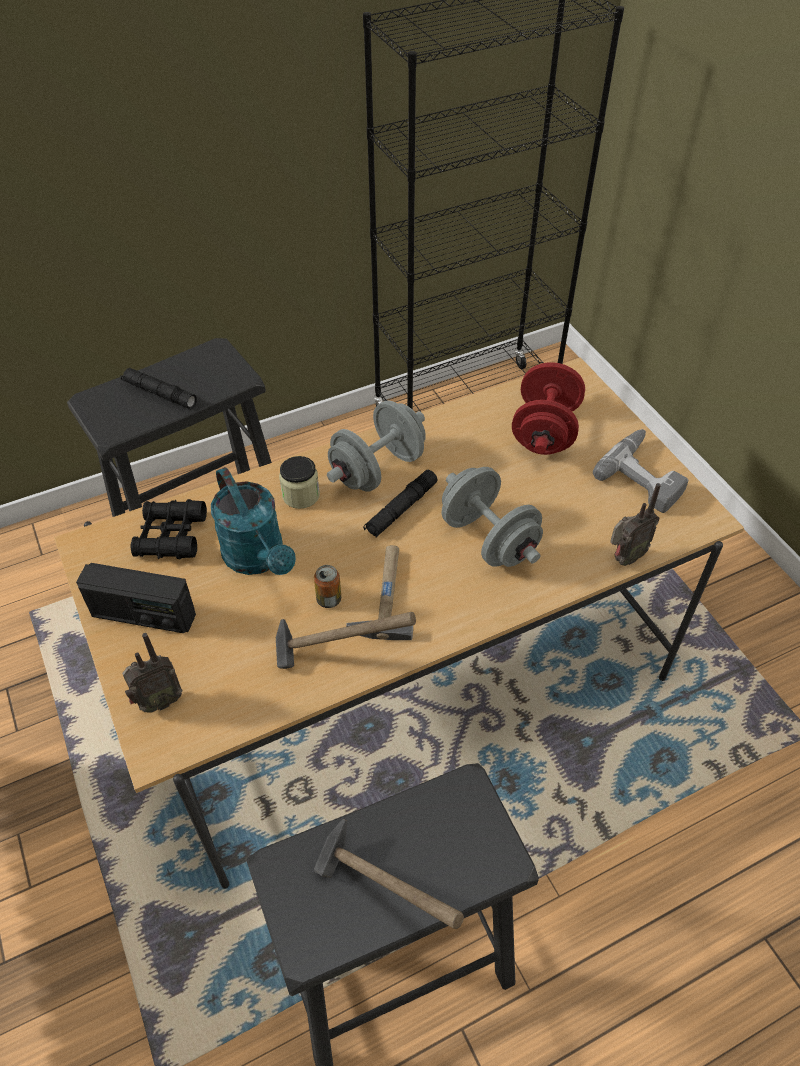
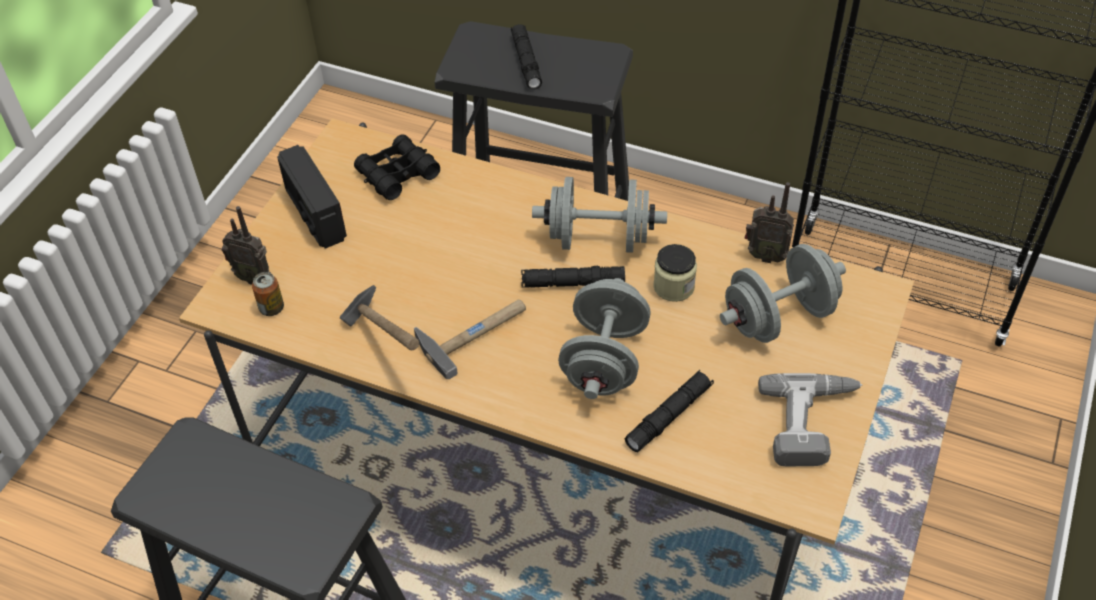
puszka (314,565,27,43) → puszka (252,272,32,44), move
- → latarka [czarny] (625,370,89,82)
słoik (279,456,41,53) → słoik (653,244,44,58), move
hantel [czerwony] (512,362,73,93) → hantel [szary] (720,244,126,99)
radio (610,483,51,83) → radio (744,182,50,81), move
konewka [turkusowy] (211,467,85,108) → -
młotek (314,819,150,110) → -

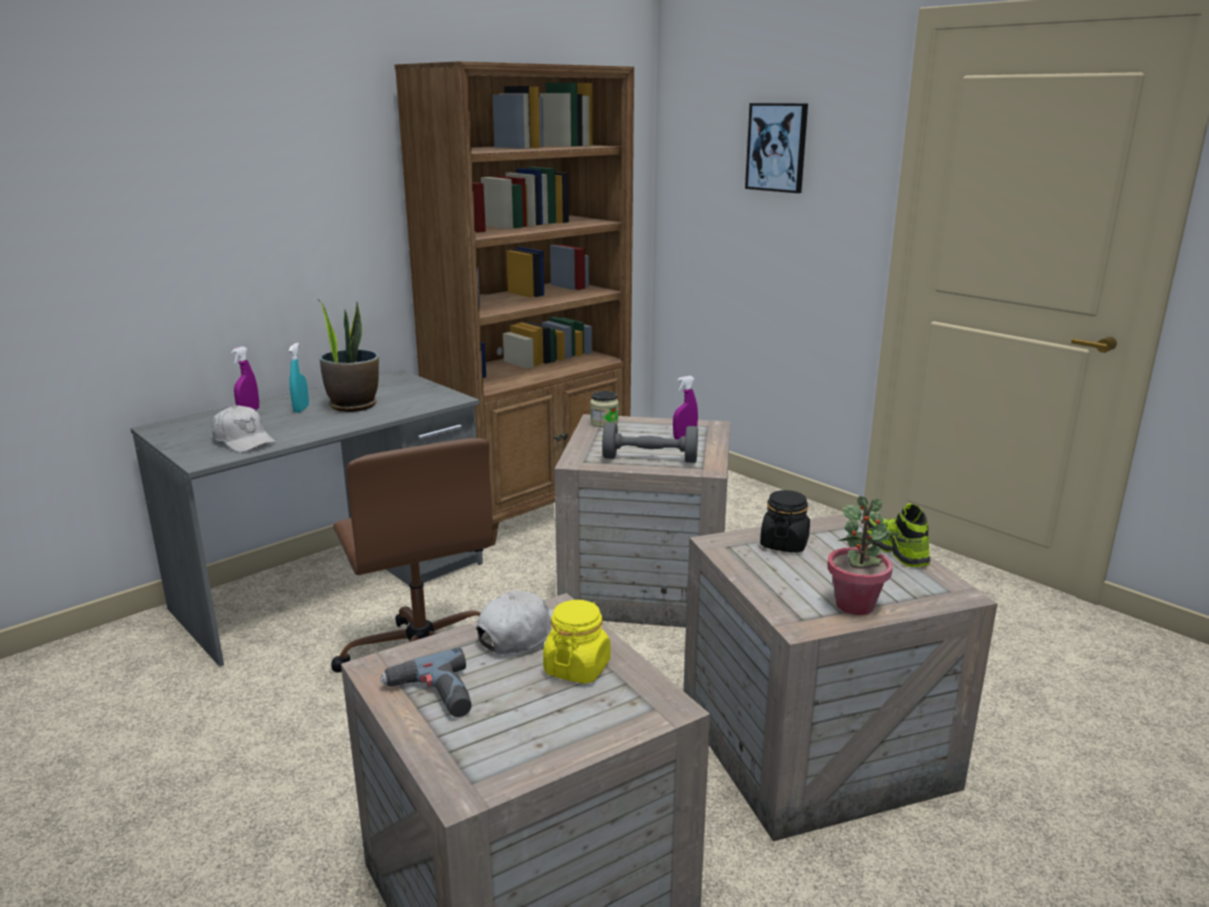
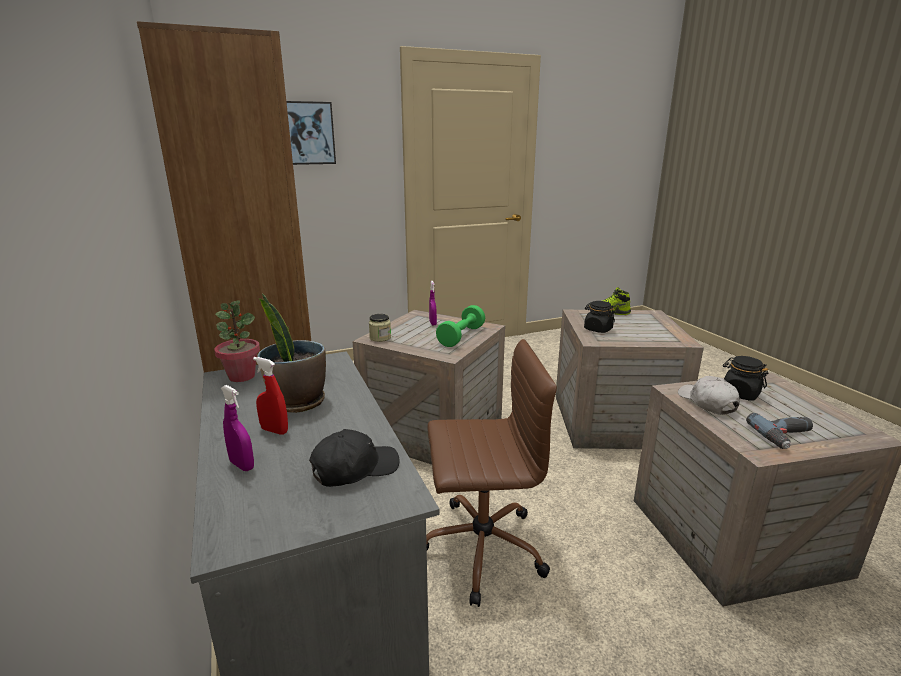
roślina doniczkowa (827,496,66,119) → roślina doniczkowa (214,300,46,82), move
spryskiwacz [turkusowy] (288,343,21,70) → spryskiwacz [czerwony] (253,357,35,78)
czapka z daszkiem [biały] (211,405,65,48) → czapka z daszkiem [czarny] (309,429,91,58)
hantel [szary] (602,422,96,41) → hantel [zielony] (436,305,49,42)
słoik [żółty] (543,600,68,84) → słoik [czarny] (723,356,45,45)

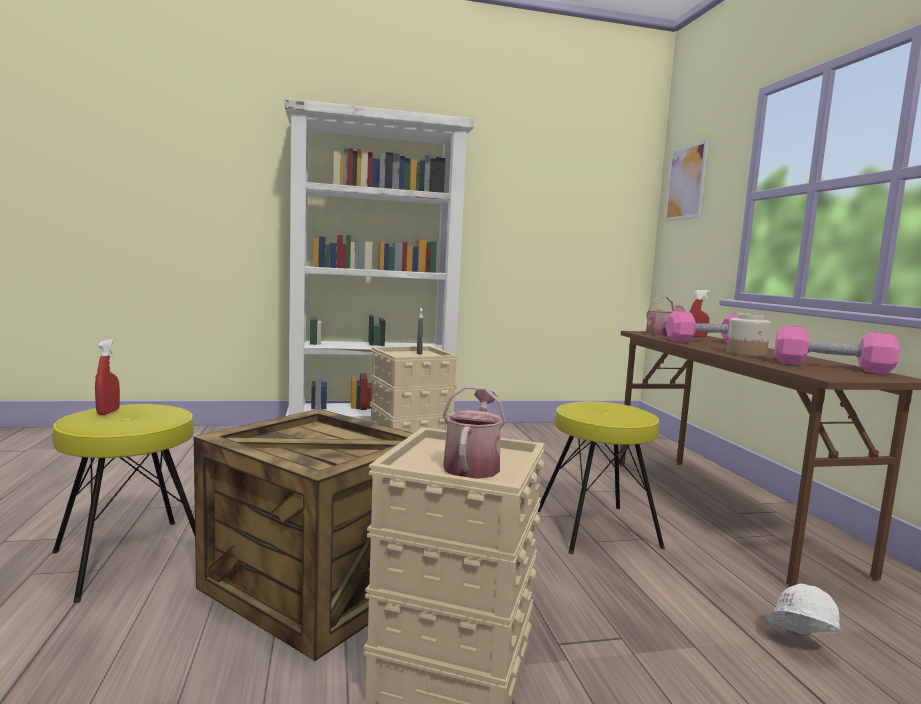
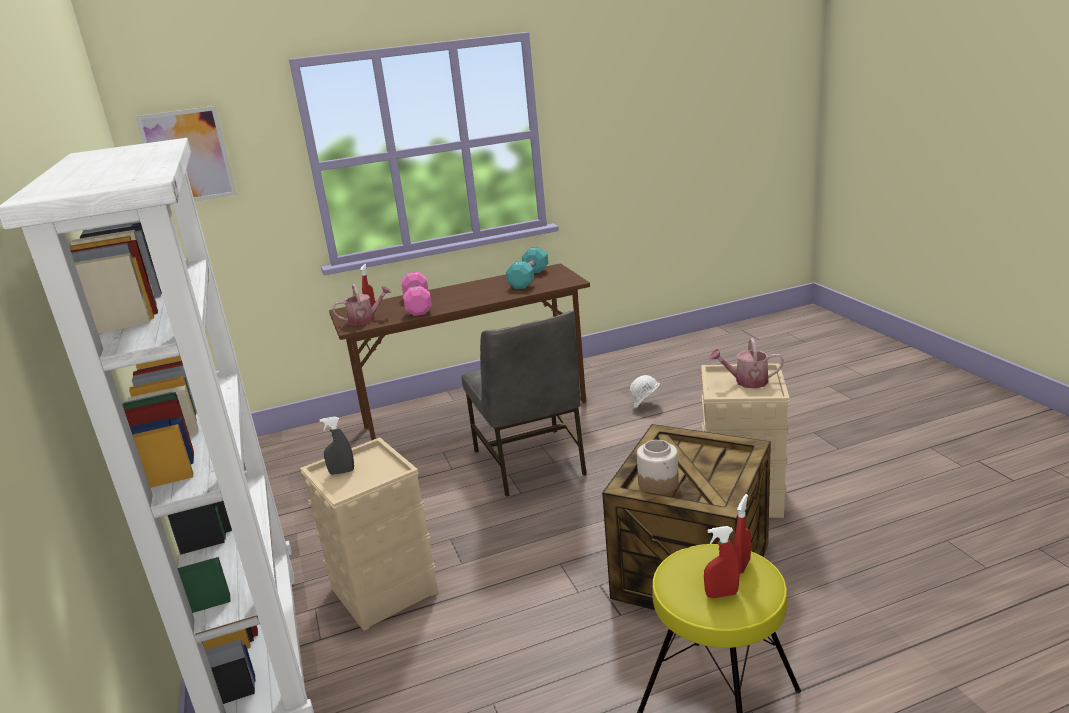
stołek [żółty] (538,401,127,153) → krzesło [szary] (462,311,125,186)
hantel [różowy] (774,325,126,49) → hantel [turkusowy] (506,247,42,42)
słoik (727,313,44,44) → słoik (637,440,42,55), move
- → spryskiwacz [czerwony] (733,494,18,80)

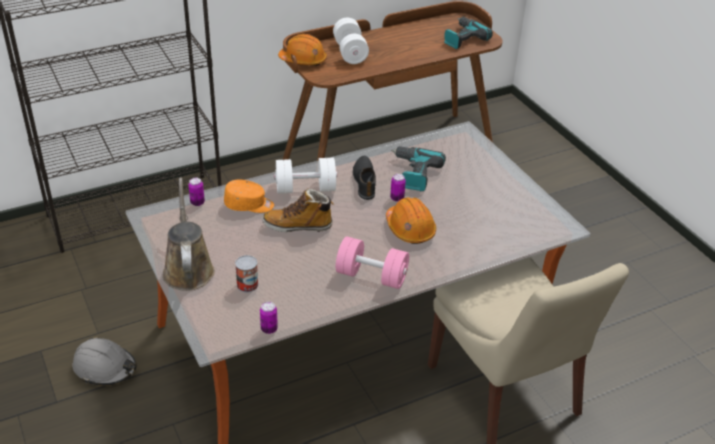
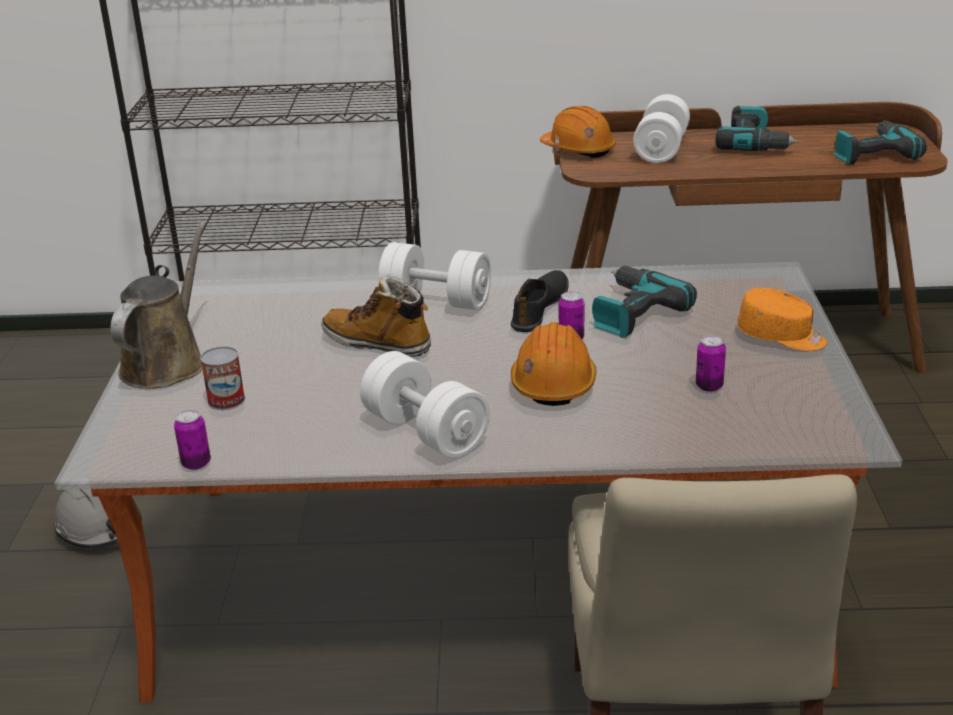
hantel [różowy] (336,236,73,53) → hantel [biały] (360,351,130,107)
puszka (188,178,17,28) → puszka (696,335,30,57), move
- → wiertarka (715,106,83,45)
czapka z daszkiem [pomarańczowy] (224,180,50,33) → czapka z daszkiem [pomarańczowy] (738,287,89,64), move

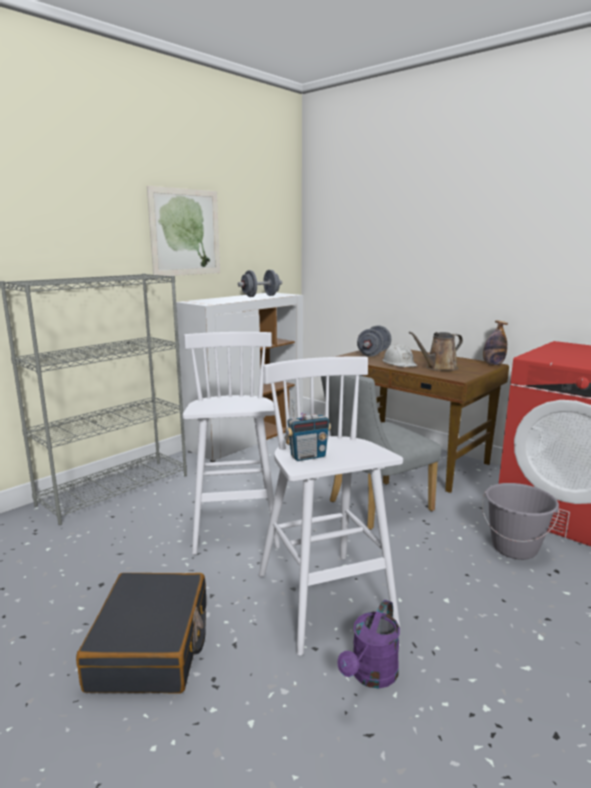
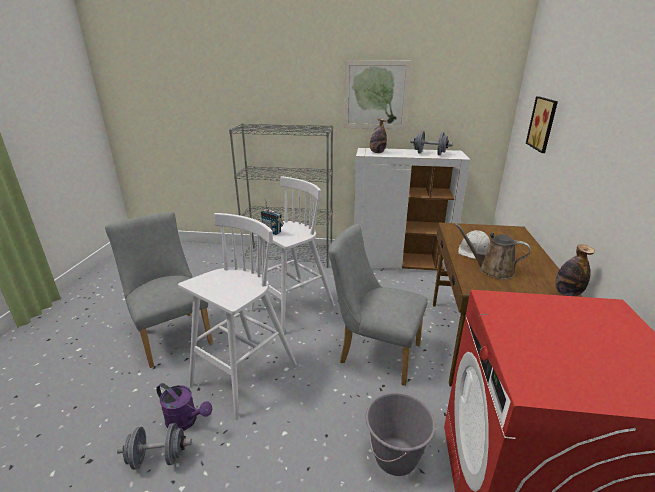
walizka [czarny] (76,573,130,121) → krzesło [szary] (105,212,108,156)
hantel [szary] (357,325,34,31) → hantel [szary] (117,423,75,47), move
konewka [fioletowy] (338,600,62,88) → konewka [fioletowy] (156,383,56,48), 150 degrees counterclockwise
radio (285,398,46,63) → radio (261,200,23,35), move
- → butelka (370,119,17,34)
- → obraz (526,96,32,57)

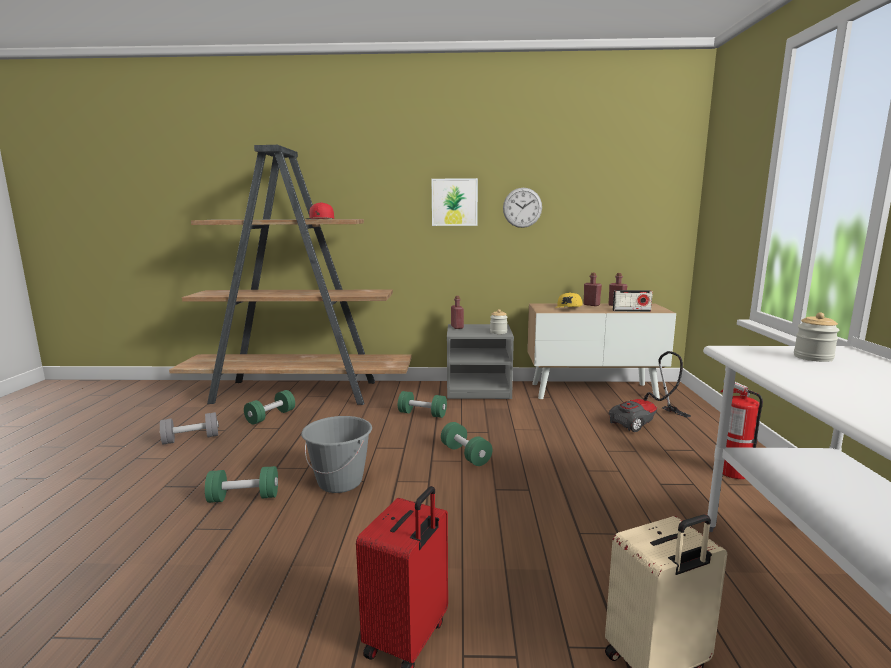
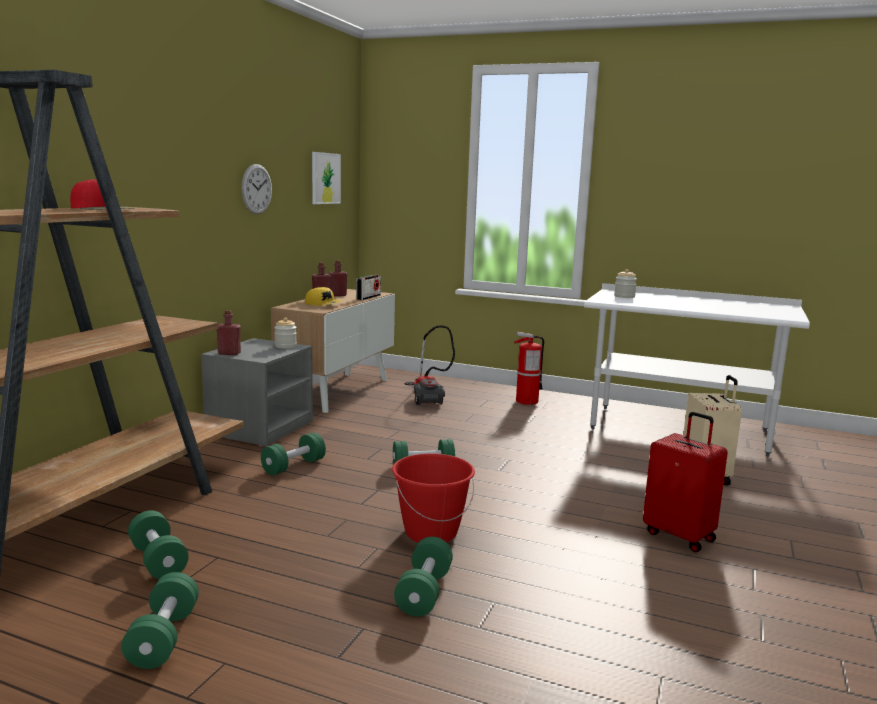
hantel [szary] (160,412,59,32) → hantel [zielony] (121,572,78,97)
obraz (432,178,46,48) → obraz (312,152,29,52), move
wiadro [szary] (301,416,71,77) → wiadro [czerwony] (392,453,83,90)

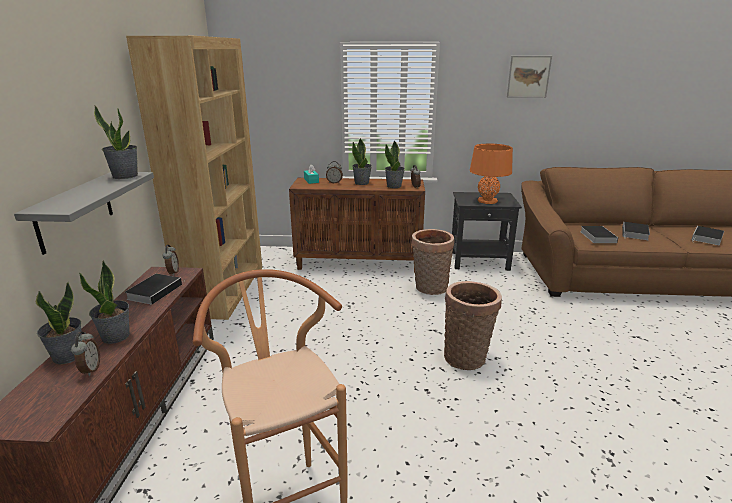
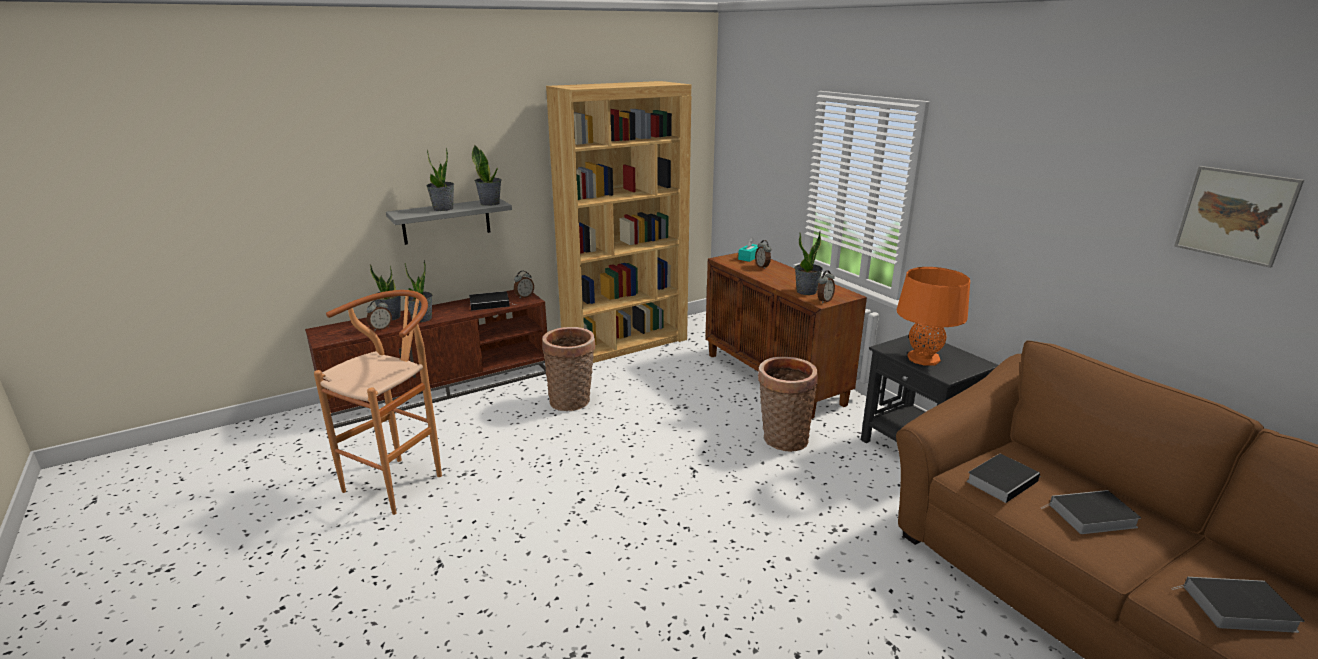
roślina doniczkowa (352,138,20,47) → roślina doniczkowa (426,147,28,64), move
koszyk (444,281,58,89) → koszyk (542,327,53,84), move
obraz (507,56,45,42) → obraz (1174,166,130,102), move

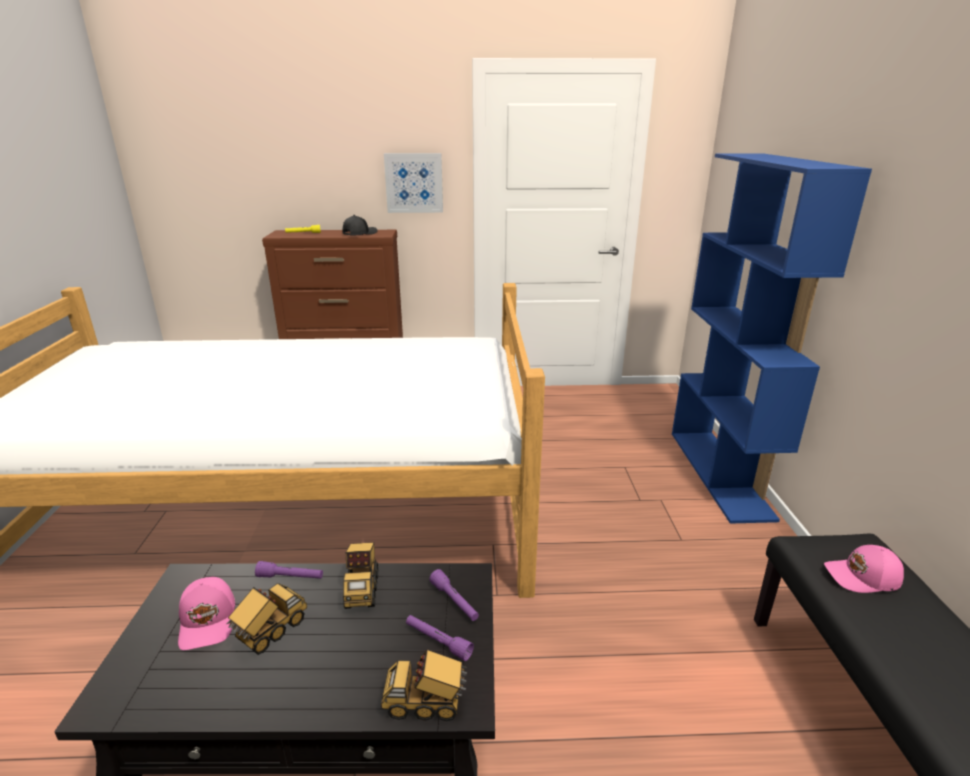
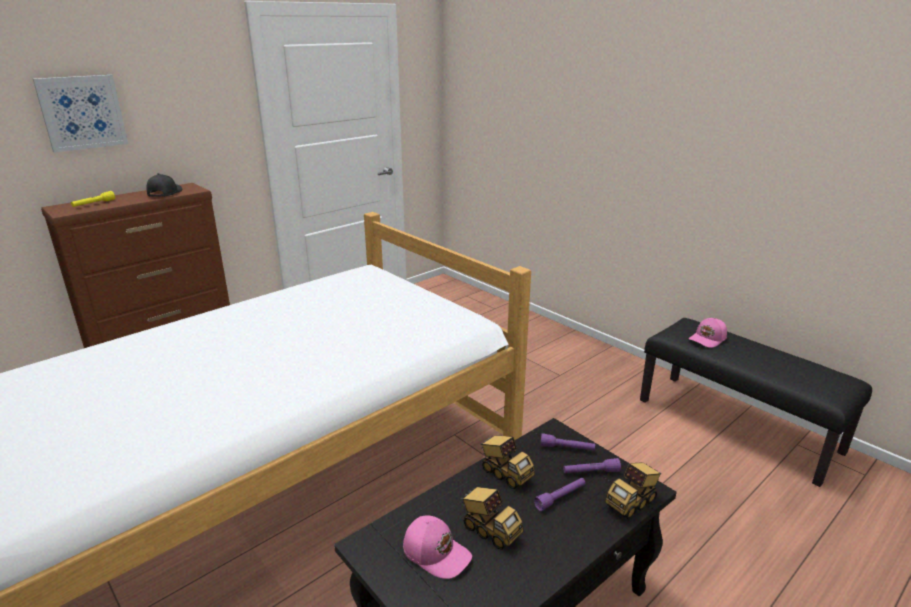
obraz (384,153,59,60) → obraz (33,75,95,78), move
ciężarówka zabawkowa (227,583,80,72) → ciężarówka zabawkowa (461,487,63,63), 135 degrees clockwise
latarka [fioletowy] (255,561,68,18) → latarka [fioletowy] (534,478,51,33), move
regał [niebieski] (672,153,200,371) → -

